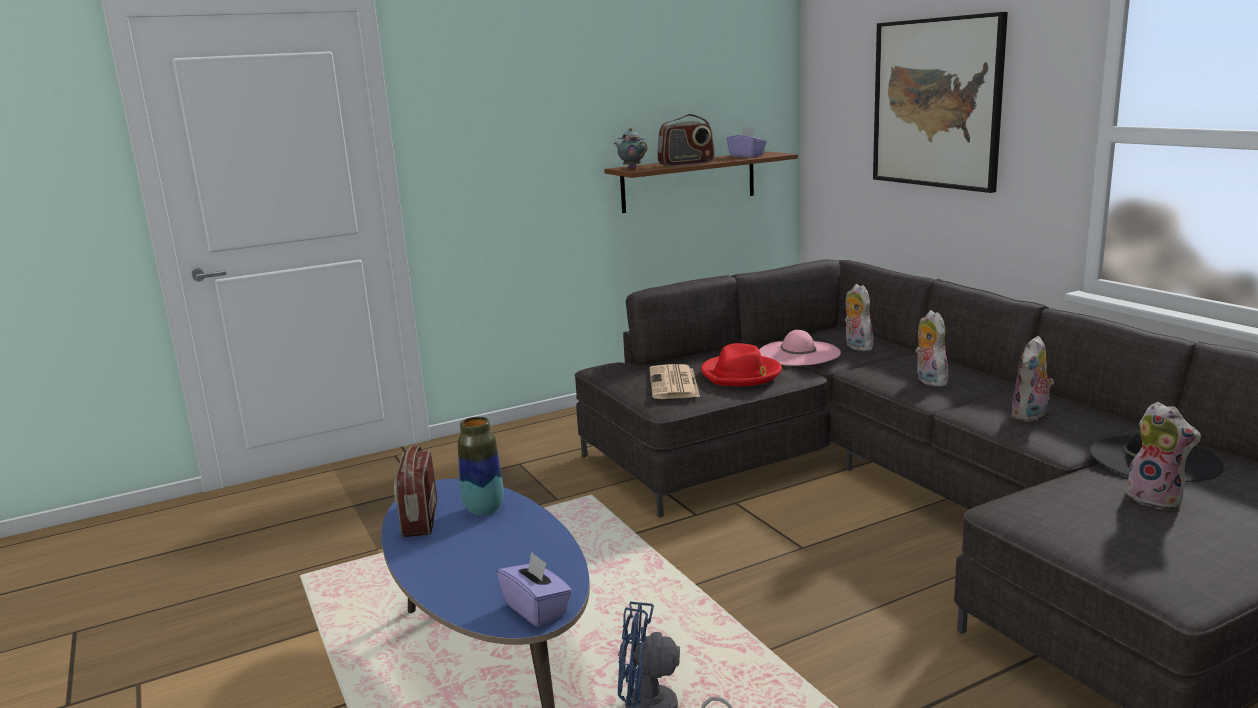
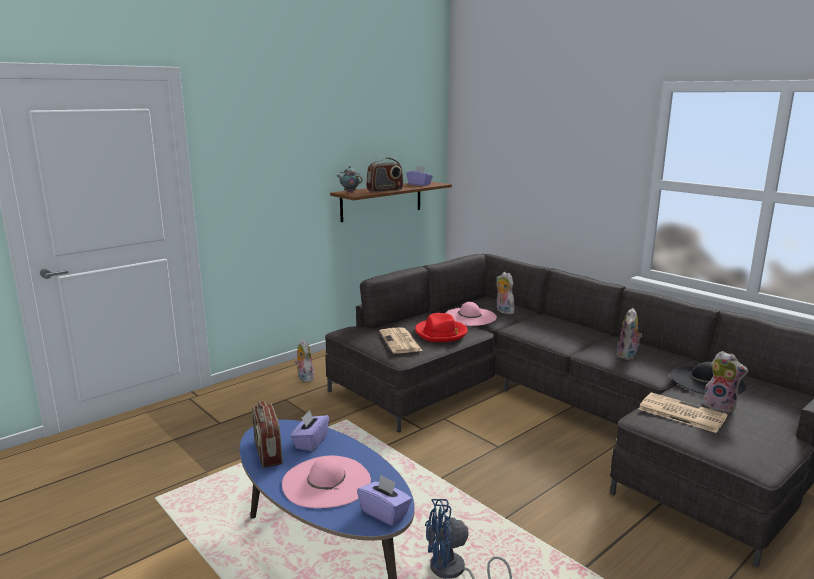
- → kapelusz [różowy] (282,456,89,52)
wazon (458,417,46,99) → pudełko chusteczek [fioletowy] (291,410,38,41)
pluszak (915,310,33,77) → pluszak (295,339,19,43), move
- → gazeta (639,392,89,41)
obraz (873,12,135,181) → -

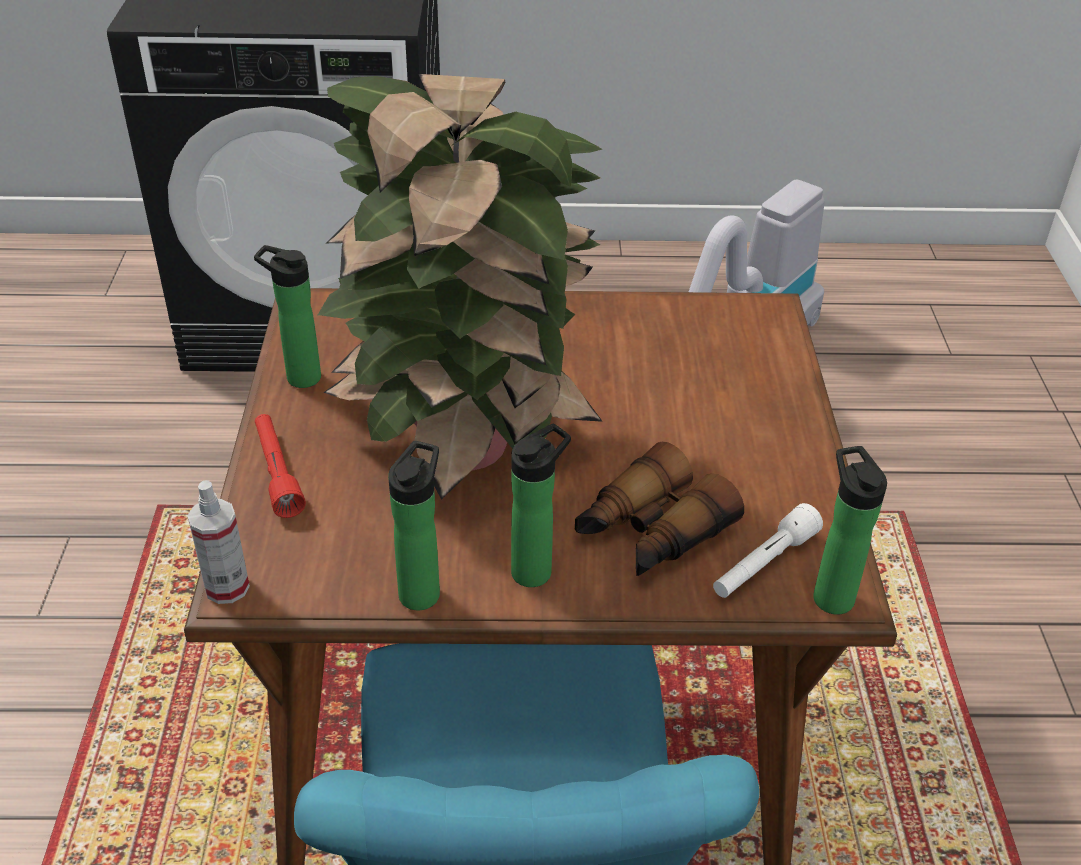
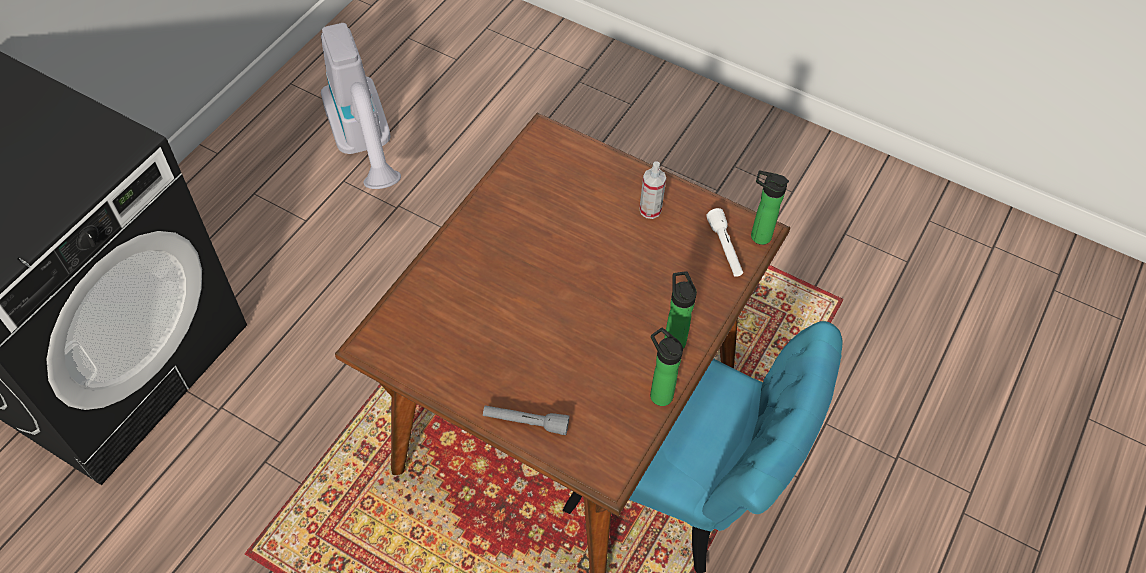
latarka [czerwony] (255,414,51,104) → latarka [szary] (483,405,86,30)
spryskiwacz (188,480,62,124) → spryskiwacz (639,162,27,57), move
butelka (254,245,67,143) → -
roślina doniczkowa (317,74,286,426) → -
lornetka (575,442,169,134) → -

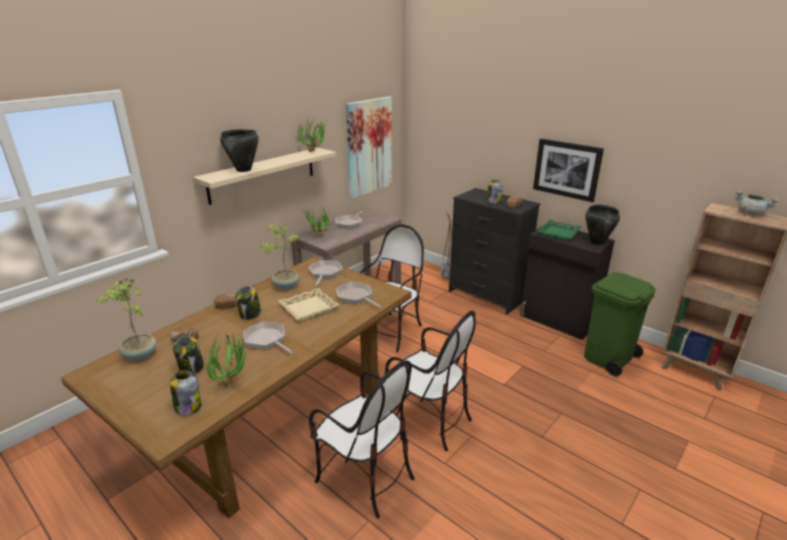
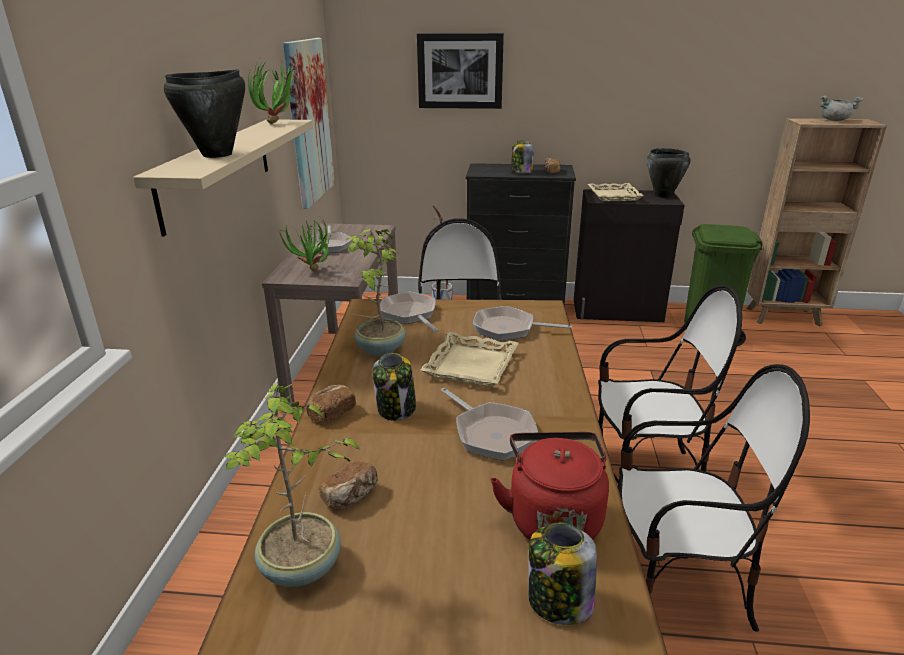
obraz (533,139,71,63) → obraz (417,33,87,76), move
patelnia (243,321,51,33) → patelnia (441,388,97,72), 135 degrees counterclockwise
roślina doniczkowa (205,333,45,53) → czajnik [czerwony] (490,432,119,108)
taca [zielony] (537,220,45,21) → taca [beżowy] (588,183,56,18)
słoik (173,336,31,38) → -

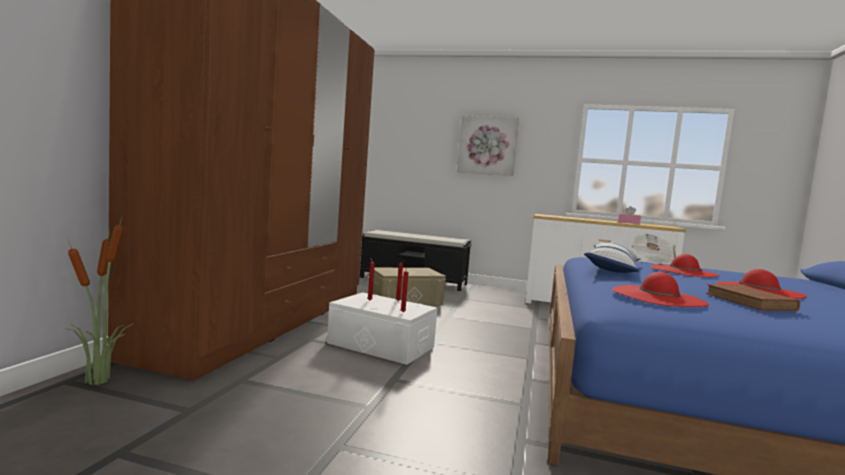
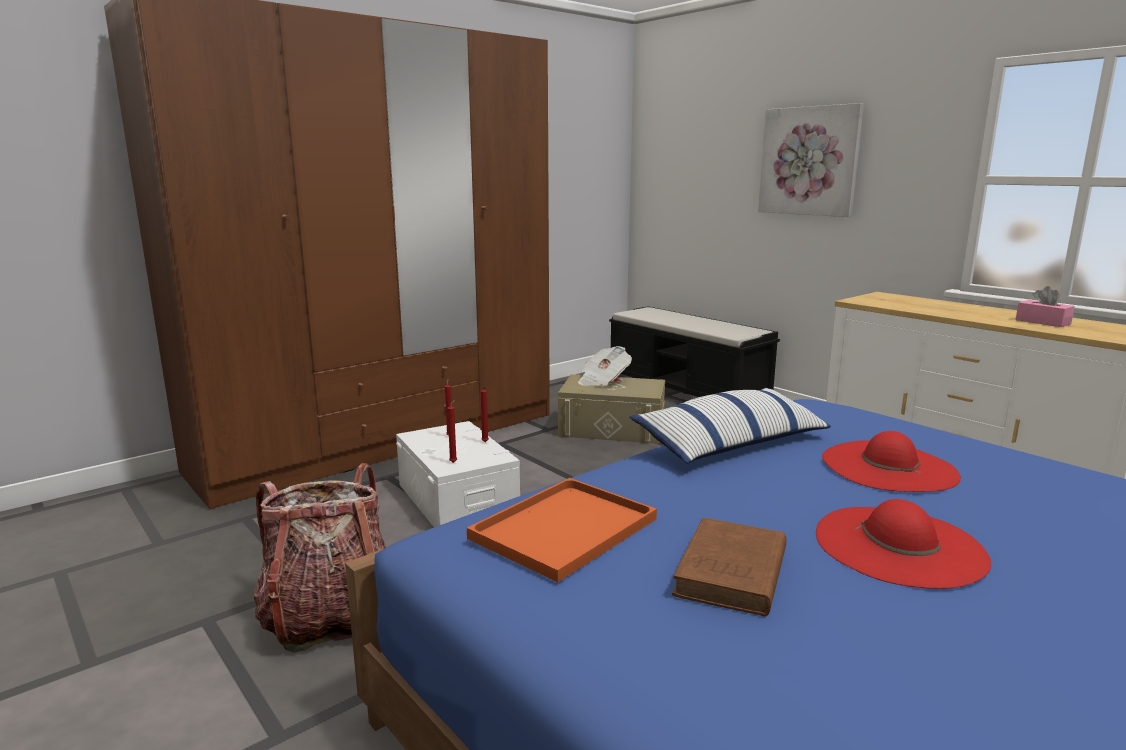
- → plecak (254,463,132,190)
kapelusz [czerwony] (612,272,97,35) → taca [pomarańczowy] (467,478,190,104)
gazeta (632,234,45,30) → gazeta (578,346,54,40), move
roślina doniczkowa (64,218,70,167) → -

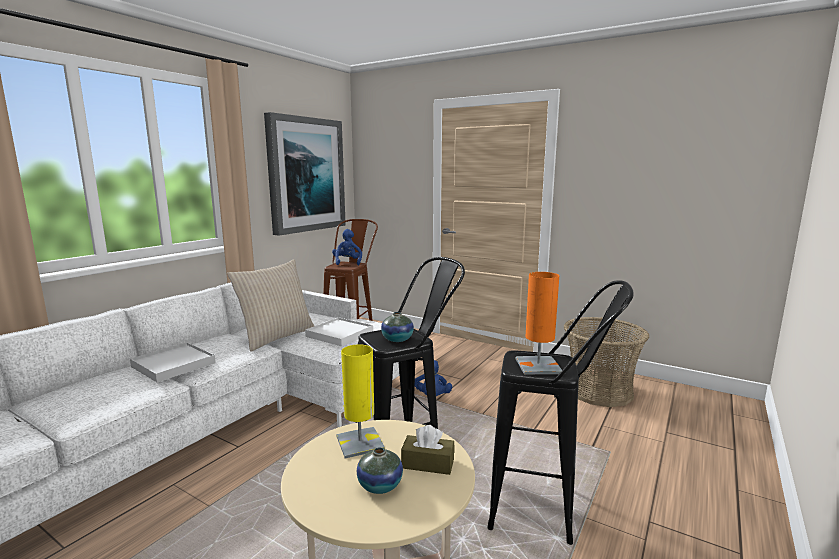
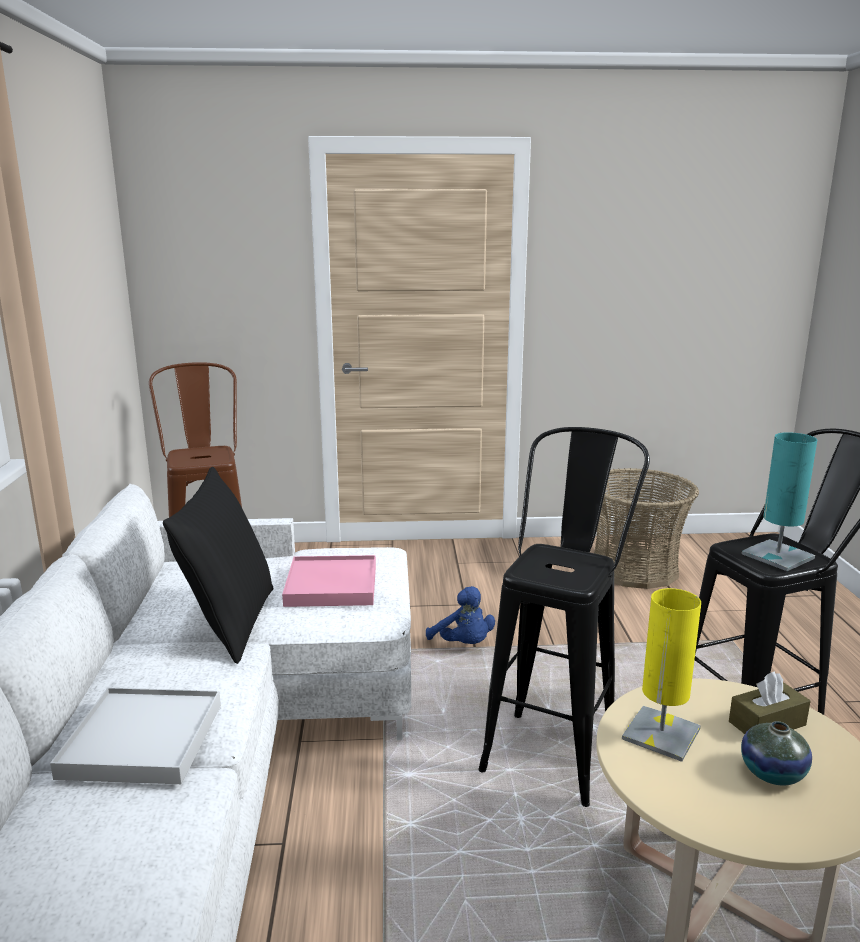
poduszka [beżowy] (227,259,87,93) → poduszka [czarny] (163,467,110,197)
taca [biały] (305,317,68,29) → taca [różowy] (282,555,94,52)
lampa stołowa [pomarańczowy] (516,272,46,102) → lampa stołowa [turkusowy] (742,432,75,139)
obraz (264,112,82,124) → -
pluszak [niebieski] (332,229,30,37) → -
wazon (381,312,33,30) → -

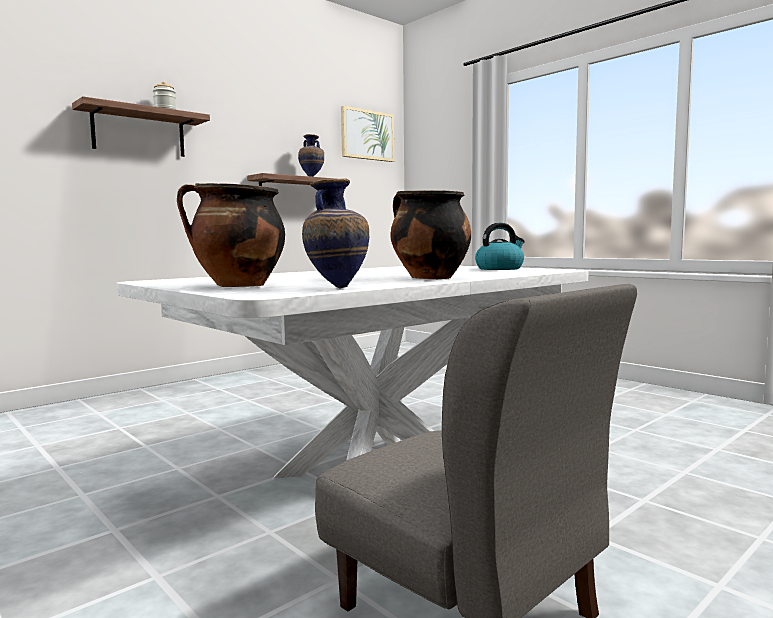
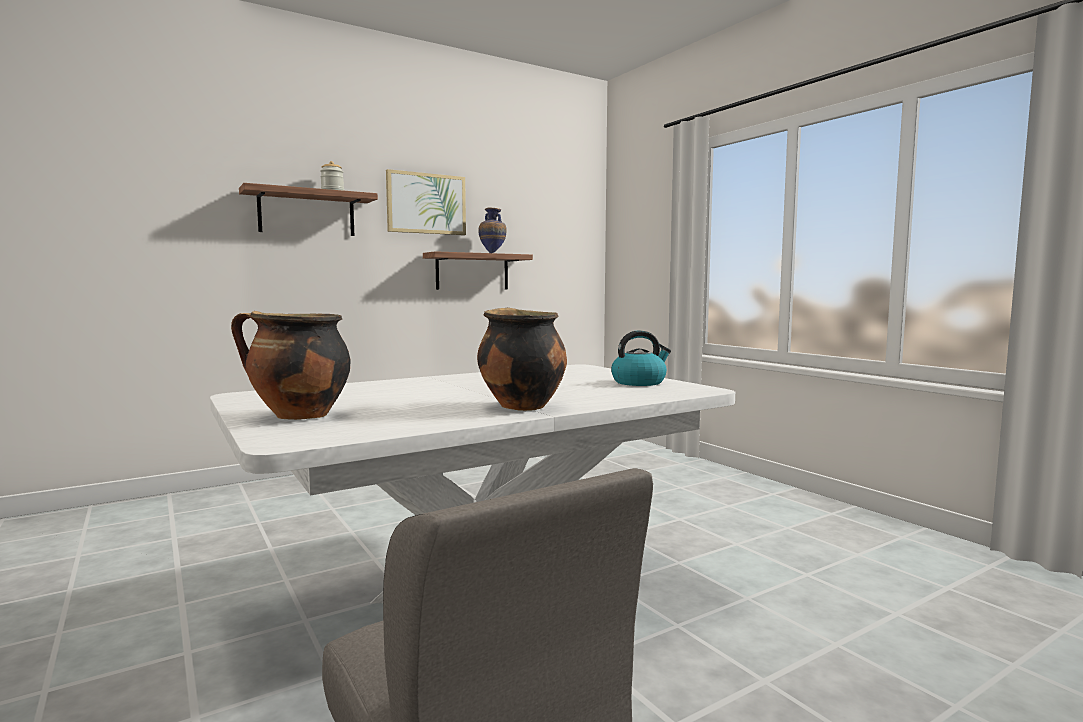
obraz (341,106,53,56) → obraz (386,169,80,66), move
wazon (302,178,67,111) → -

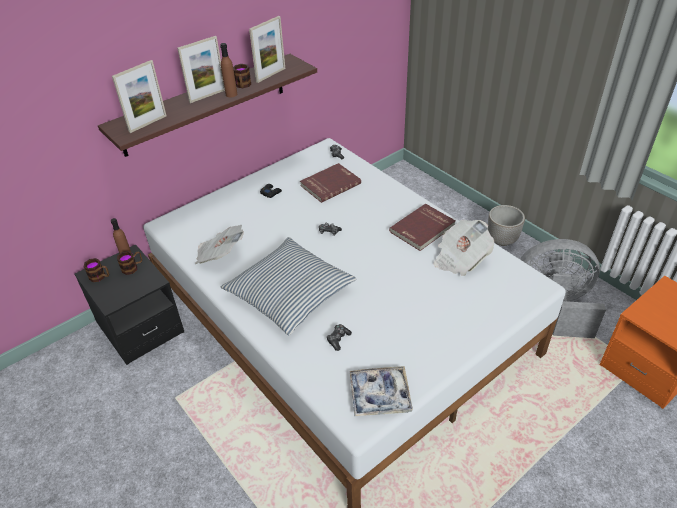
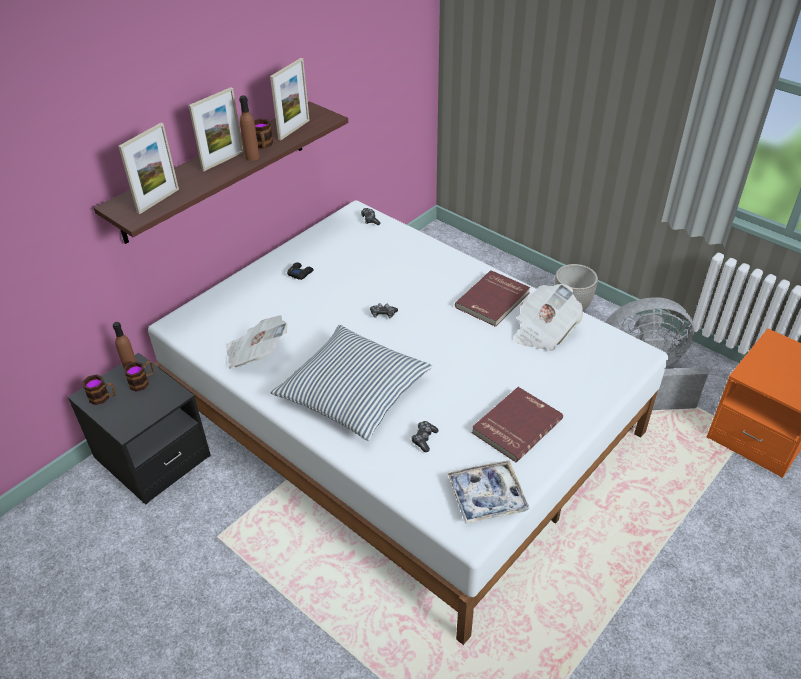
książka [czerwony] (300,163,61,40) → książka [czerwony] (472,387,91,75), move

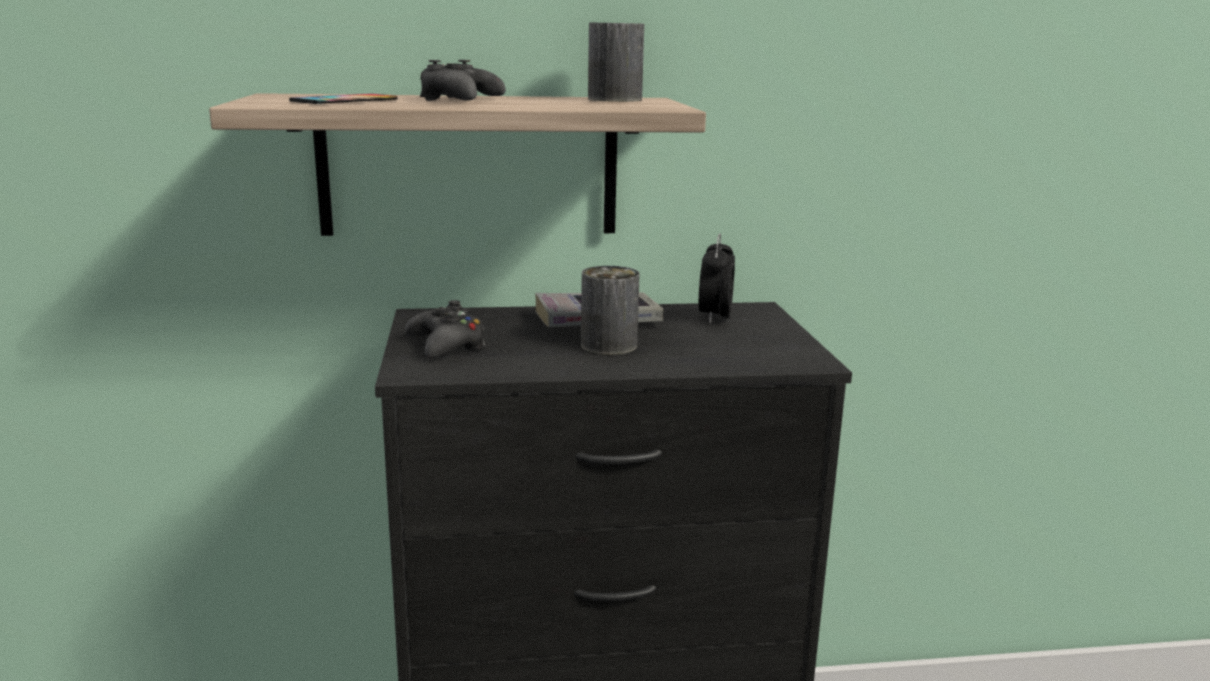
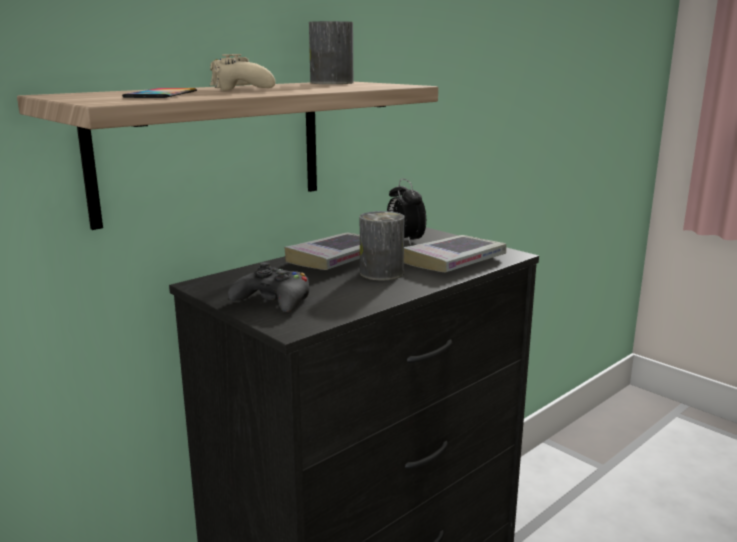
pad do gier [czarny] (420,60,86,41) → pad do gier [beżowy] (210,54,66,37)
- → książka (404,235,102,37)

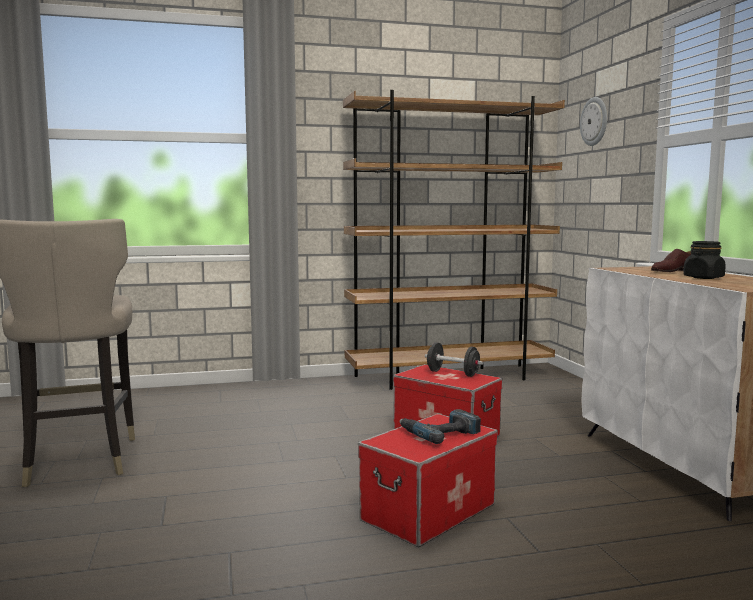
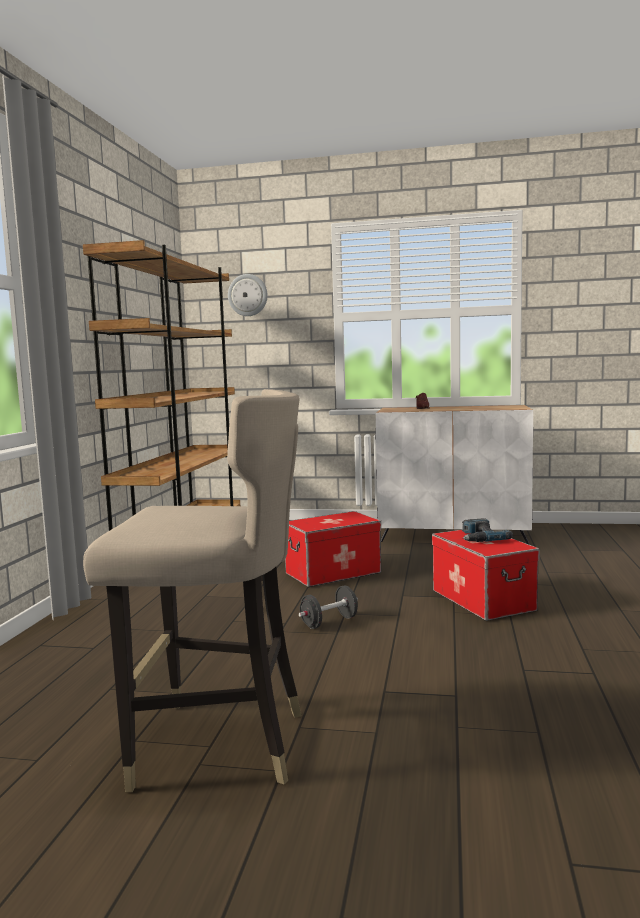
hantel [czarny] (425,342,58,35) → hantel [czarny] (299,585,59,44), move
słoik [czarny] (683,241,43,38) → -

